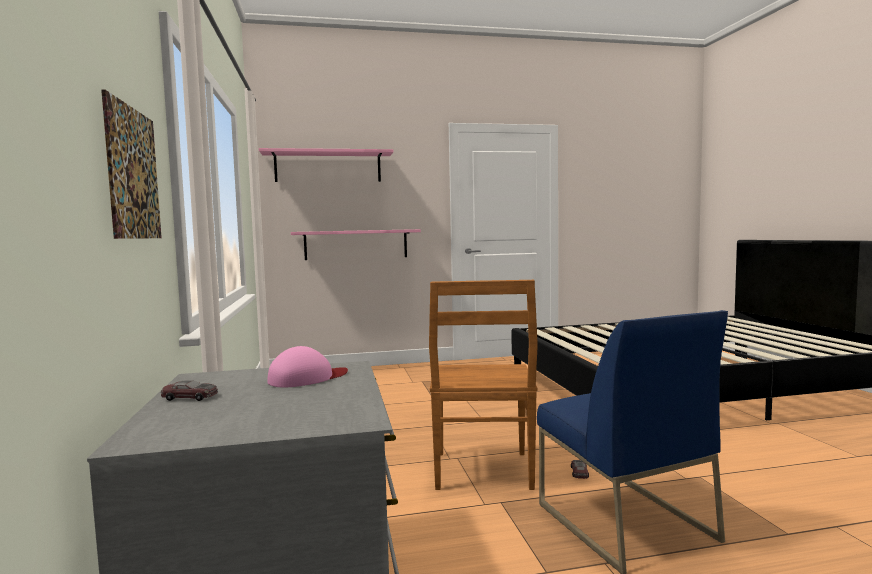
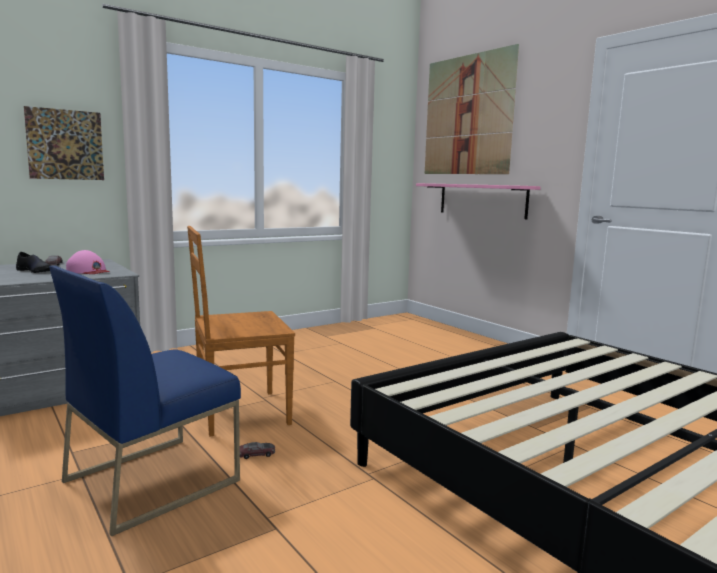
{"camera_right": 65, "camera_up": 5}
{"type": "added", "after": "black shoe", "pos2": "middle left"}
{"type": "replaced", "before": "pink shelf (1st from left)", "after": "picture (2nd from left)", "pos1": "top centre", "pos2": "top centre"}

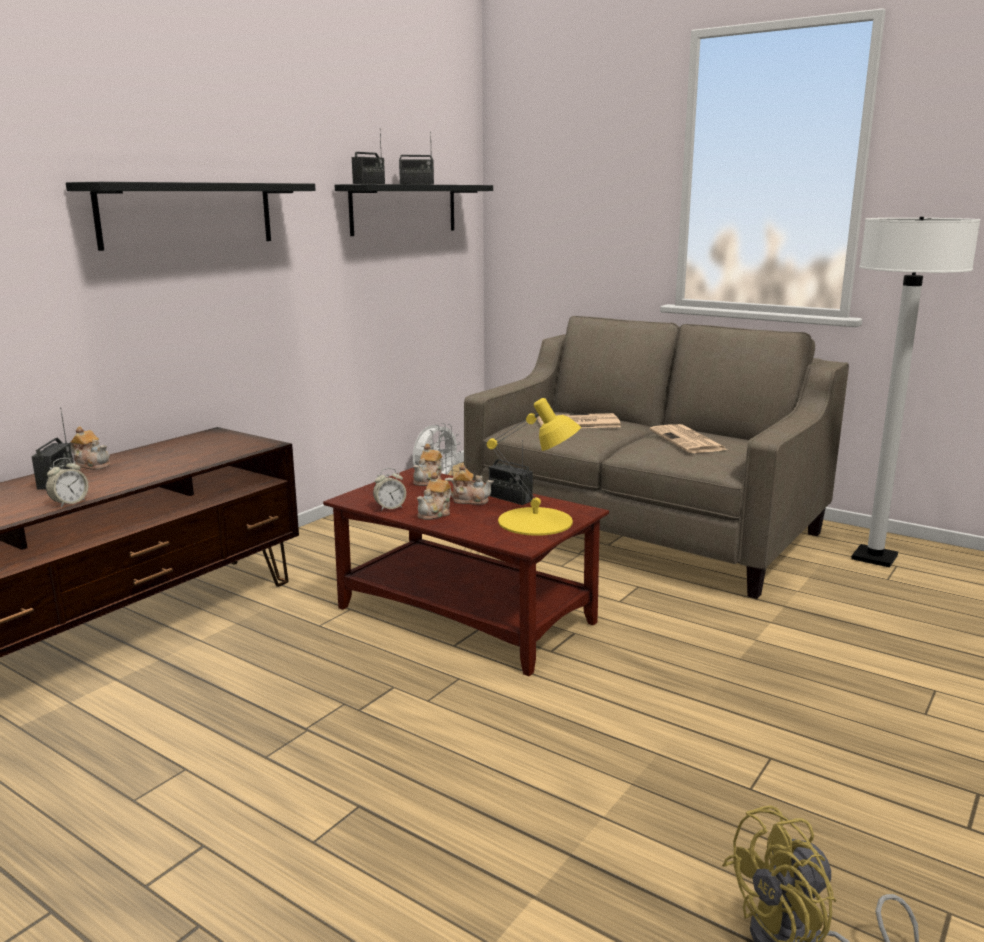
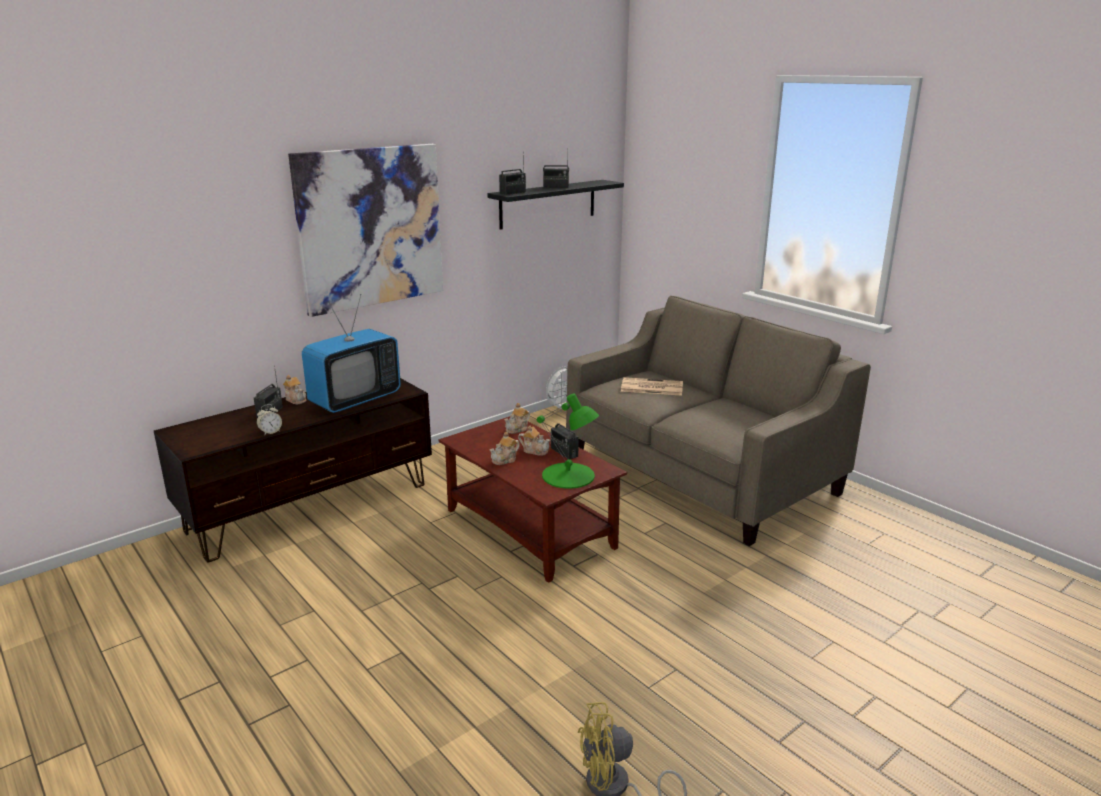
{"camera_right": 15, "camera_up": 5}
{"type": "replaced", "before": "black shelf (1st from left)", "after": "picture", "pos1": "top left", "pos2": "top left"}
{"type": "added", "after": "television", "pos2": "middle left"}
{"type": "recoloured", "before": "yellow table lamp", "after": "green table lamp", "pos1": "centre", "pos2": "centre"}
{"type": "removed", "before": "alarm clock (2nd from left)", "pos1": "centre"}
{"type": "removed", "before": "newspaper (2nd from left)", "pos1": "middle right"}
{"type": "removed", "before": "white floor lamp", "pos1": "middle right"}

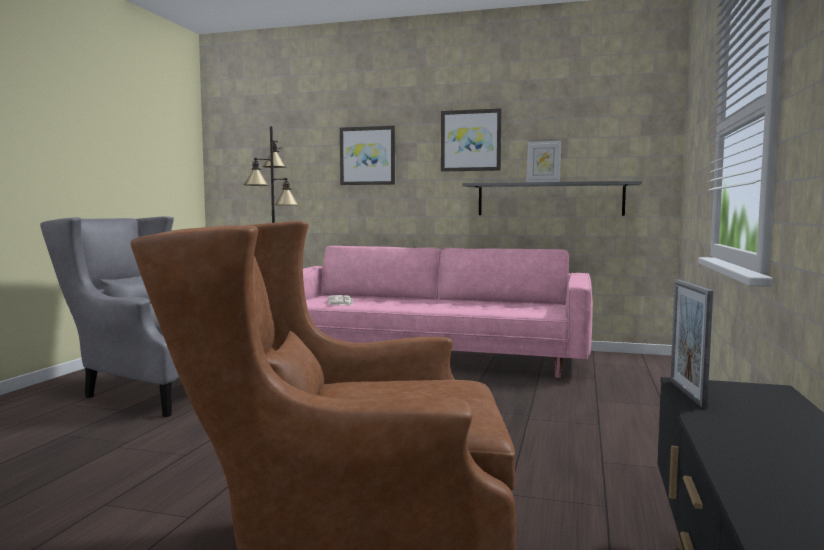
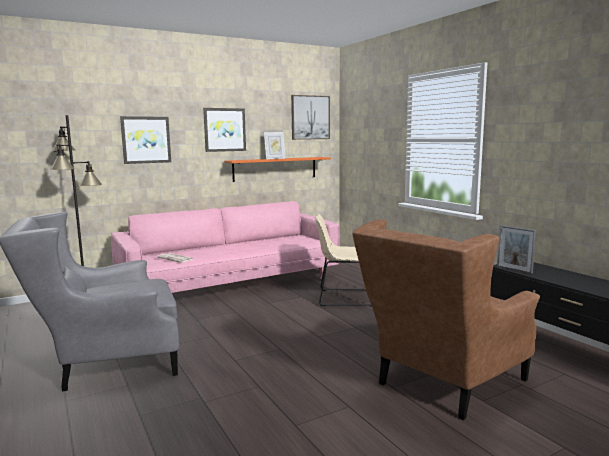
{"camera_right": -45, "camera_up": 5}
{"type": "recoloured", "before": "grey shelf", "after": "orange shelf", "pos1": "middle right", "pos2": "centre"}
{"type": "added", "after": "picture (3rd from left)", "pos2": "top centre"}
{"type": "added", "after": "beige chair", "pos2": "centre"}

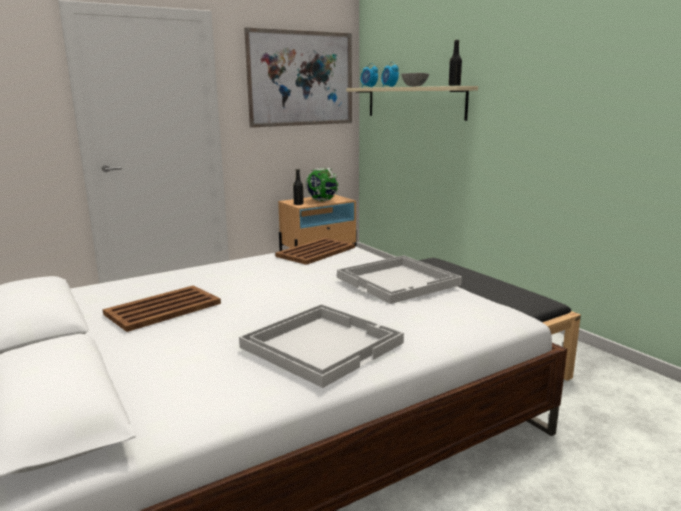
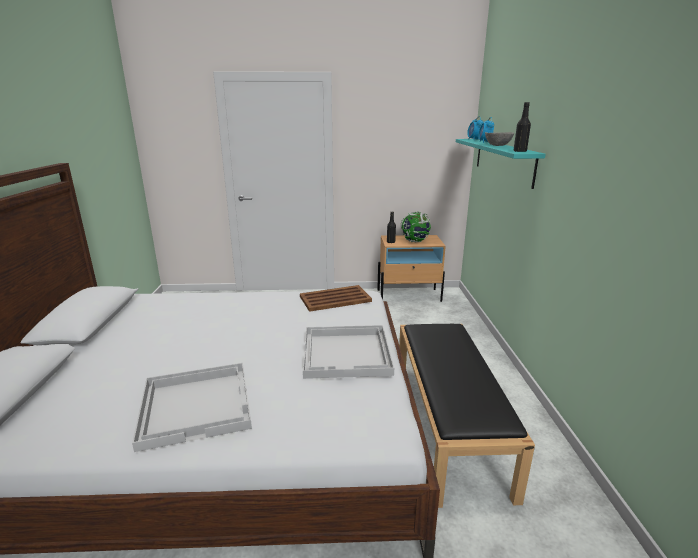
{"camera_right": 30, "camera_up": 5}
{"type": "recoloured", "before": "beige shelf", "after": "turquoise shelf", "pos1": "top centre", "pos2": "top right"}
{"type": "removed", "before": "brown tray (1st from left)", "pos1": "middle left"}
{"type": "removed", "before": "picture", "pos1": "top centre"}

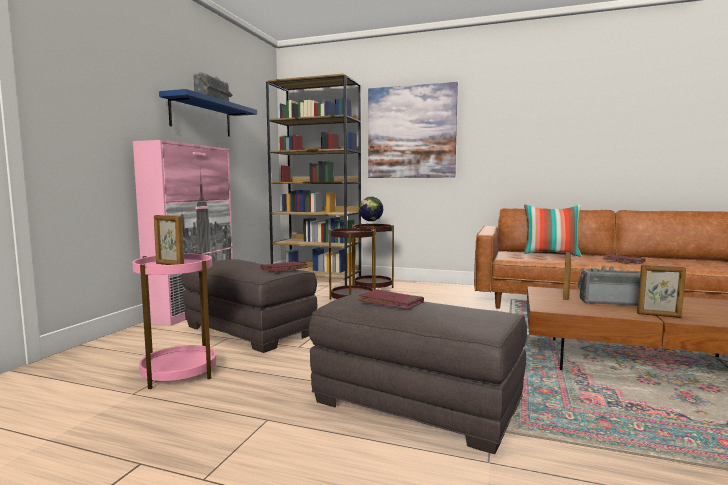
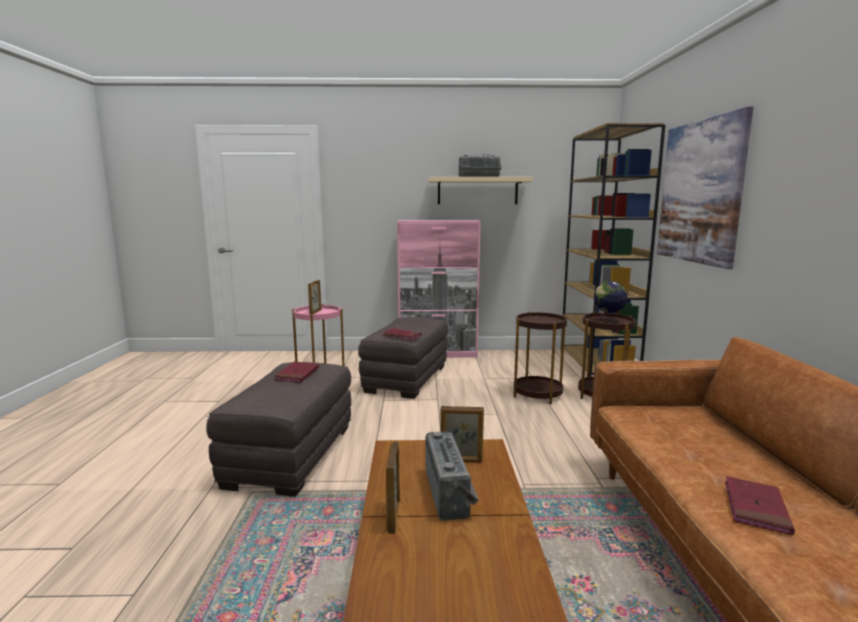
{"camera_right": 70, "camera_up": 5}
{"type": "recoloured", "before": "blue shelf", "after": "beige shelf", "pos1": "top left", "pos2": "top centre"}
{"type": "removed", "before": "pillow", "pos1": "middle right"}

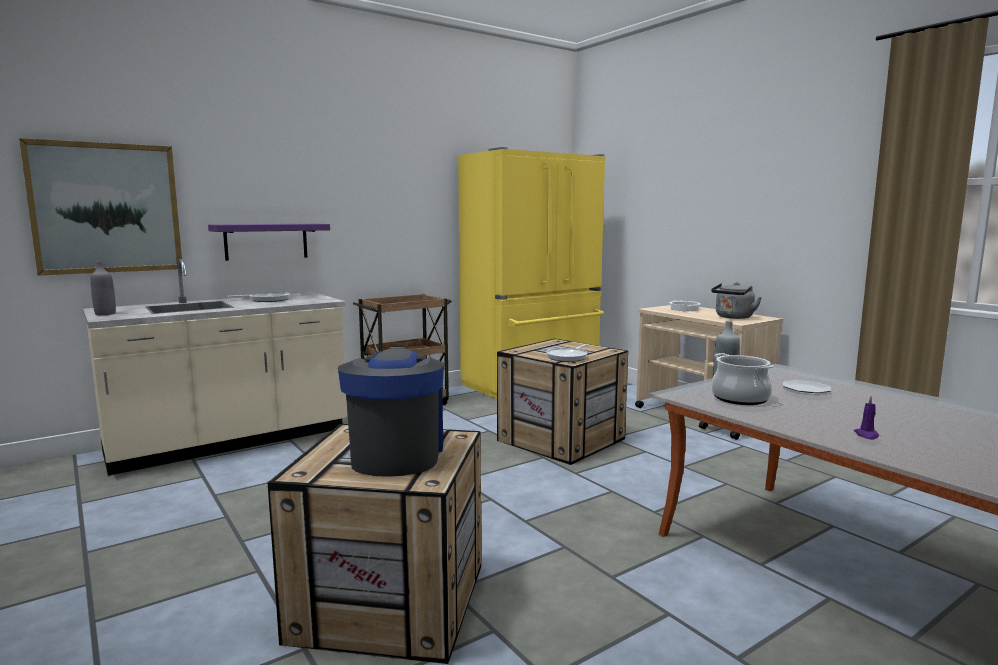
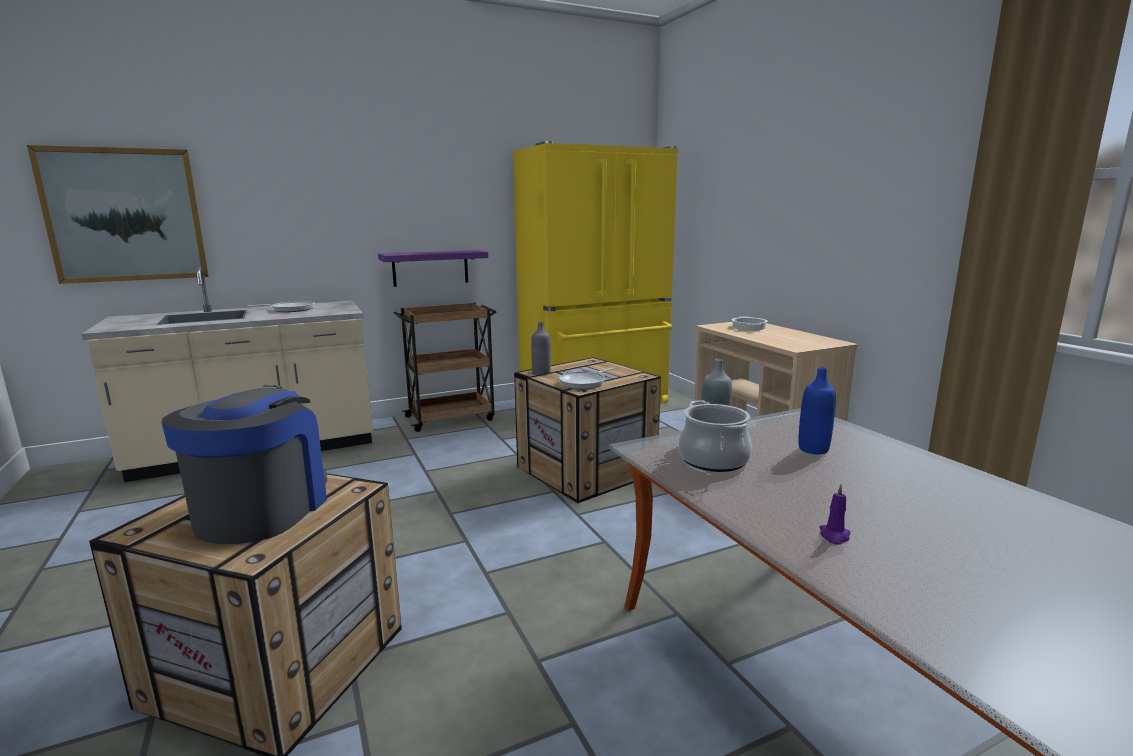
{"camera_right": 10, "camera_up": 5}
{"type": "moved", "before": "purple shelf", "pos1": "middle left", "pos2": "centre"}
{"type": "moved", "before": "grey bottle (1st from left)", "pos1": "middle left", "pos2": "centre"}
{"type": "replaced", "before": "plate", "after": "blue bottle", "pos1": "middle right", "pos2": "middle right"}
{"type": "removed", "before": "grey kettle", "pos1": "middle right"}

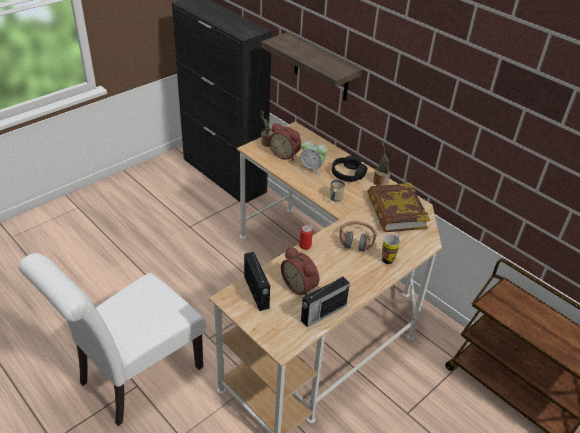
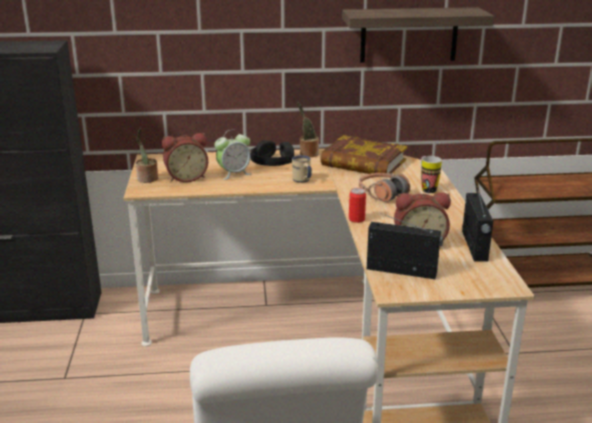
{"camera_right": -50, "camera_up": -15}
{"type": "moved", "before": "shelf", "pos1": "top centre", "pos2": "top right"}

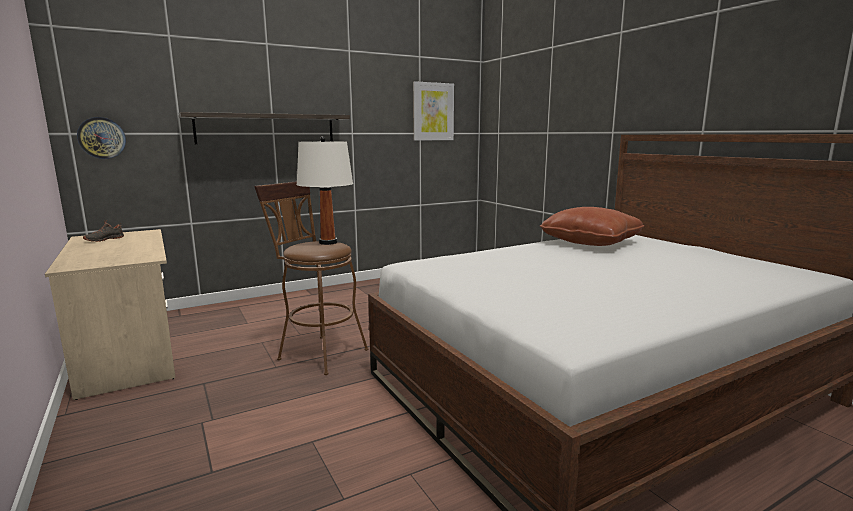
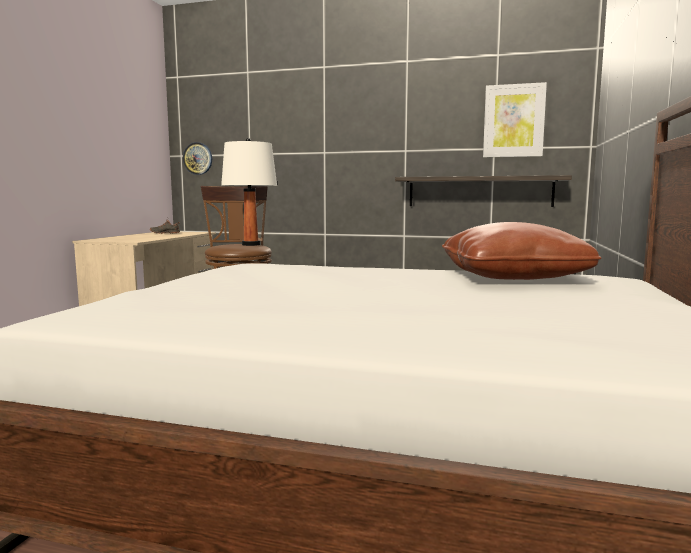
{"camera_right": 45, "camera_up": -5}
{"type": "moved", "before": "shelf", "pos1": "top left", "pos2": "middle right"}

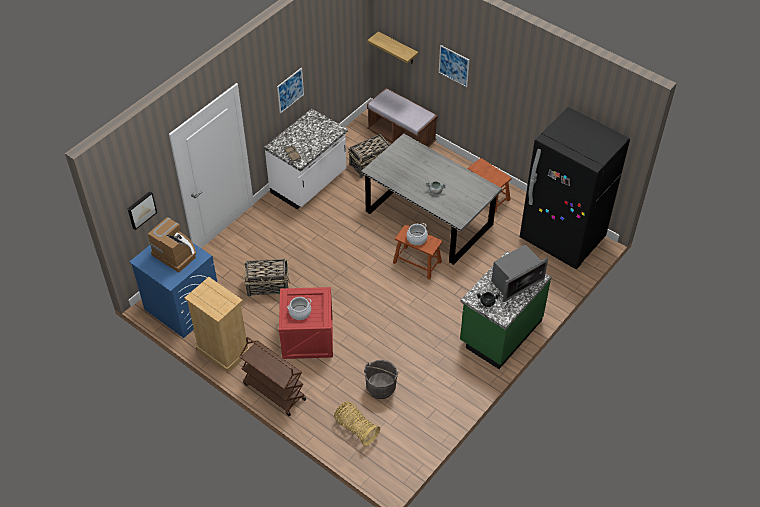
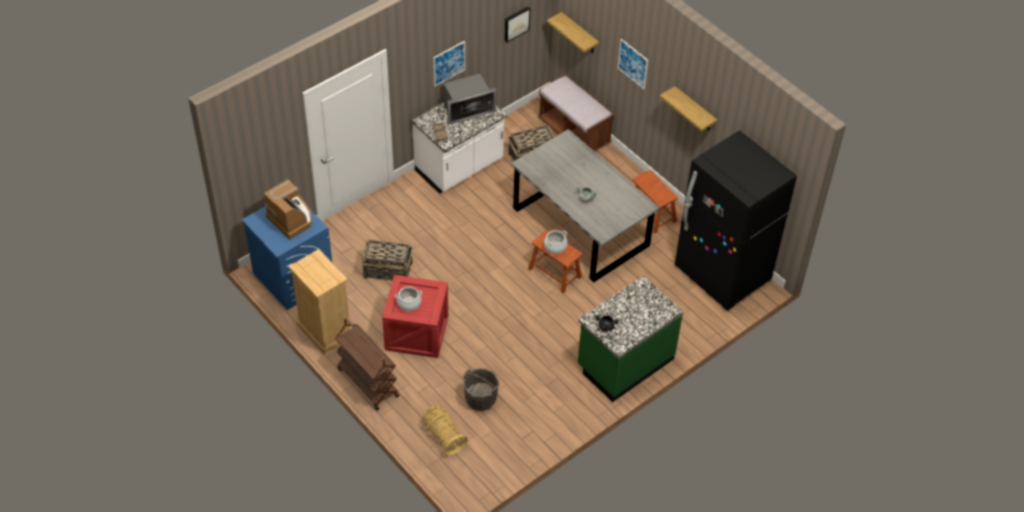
{"camera_right": 10, "camera_up": 0}
{"type": "moved", "before": "microwave", "pos1": "middle right", "pos2": "top centre"}
{"type": "moved", "before": "picture (1st from left in the first image)", "after": "picture (2nd from left)", "pos1": "middle left", "pos2": "top centre"}
{"type": "added", "after": "shelf (2nd from left)", "pos2": "top right"}

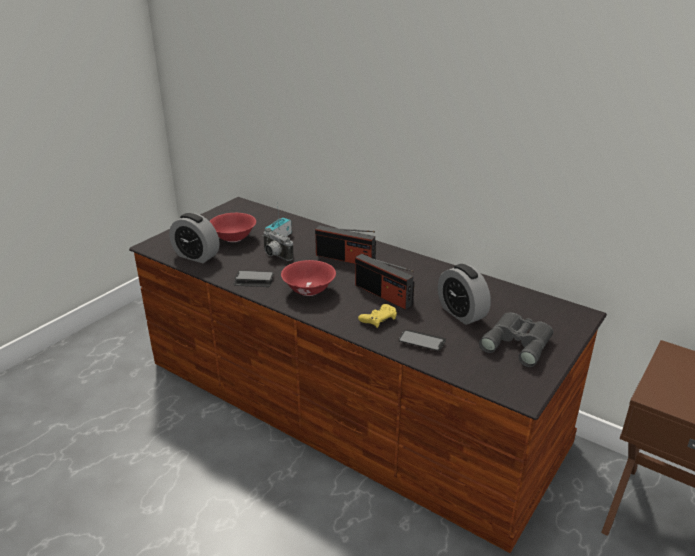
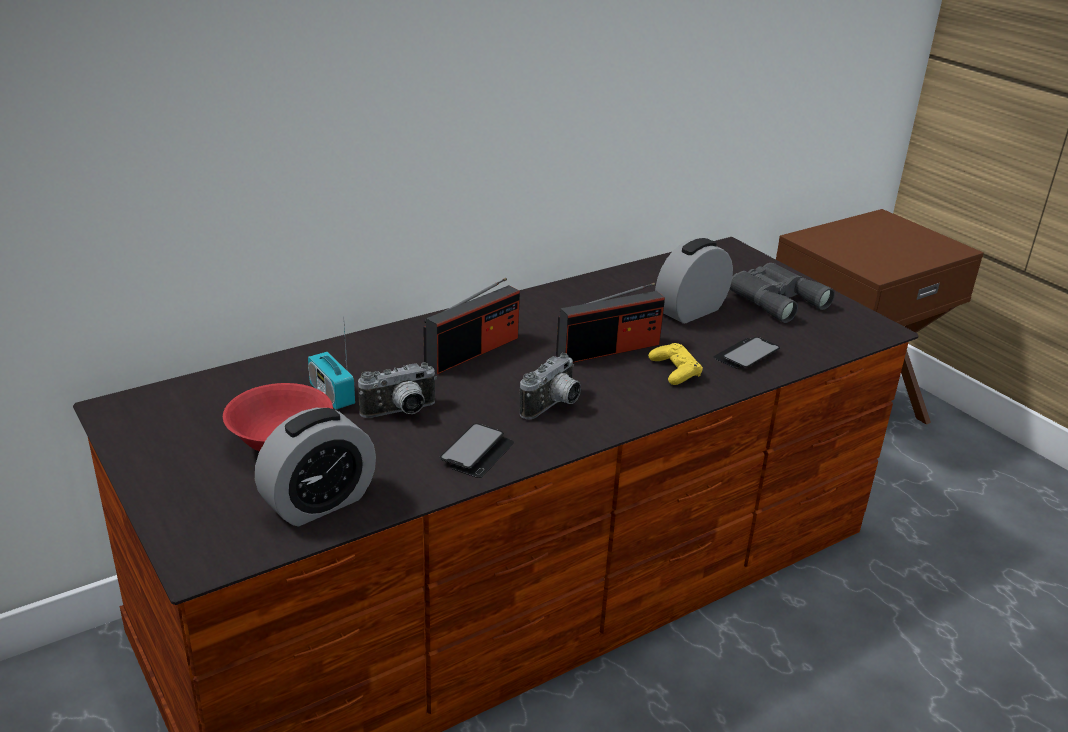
{"camera_right": -70, "camera_up": 0}
{"type": "replaced", "before": "red bowl (2nd from left)", "after": "photo camera (2nd from left)", "pos1": "centre", "pos2": "centre"}
{"type": "turned", "before": "alarm clock (2nd from left)", "pos1": "middle right", "pos2": "centre", "turn": 150}

